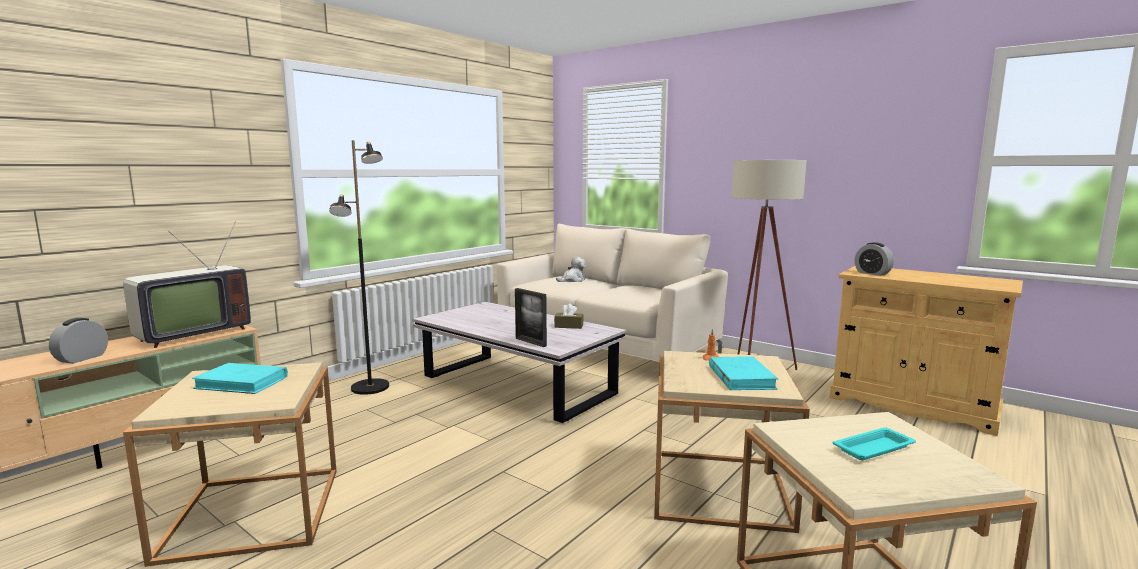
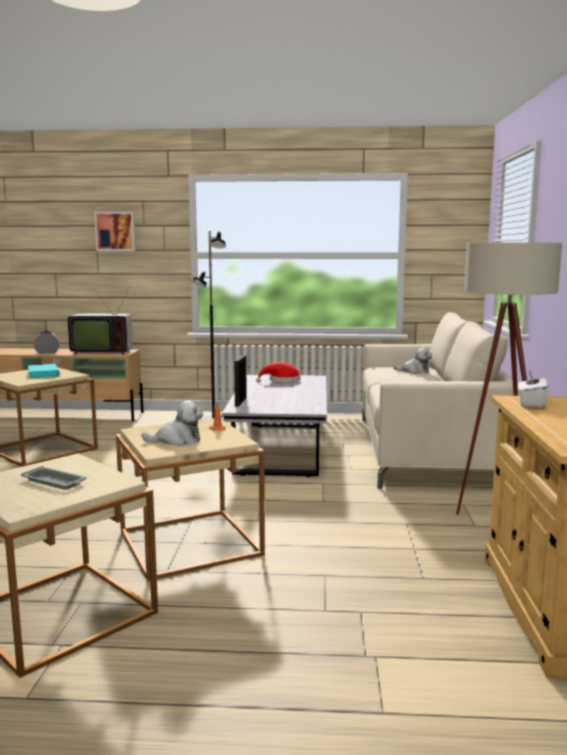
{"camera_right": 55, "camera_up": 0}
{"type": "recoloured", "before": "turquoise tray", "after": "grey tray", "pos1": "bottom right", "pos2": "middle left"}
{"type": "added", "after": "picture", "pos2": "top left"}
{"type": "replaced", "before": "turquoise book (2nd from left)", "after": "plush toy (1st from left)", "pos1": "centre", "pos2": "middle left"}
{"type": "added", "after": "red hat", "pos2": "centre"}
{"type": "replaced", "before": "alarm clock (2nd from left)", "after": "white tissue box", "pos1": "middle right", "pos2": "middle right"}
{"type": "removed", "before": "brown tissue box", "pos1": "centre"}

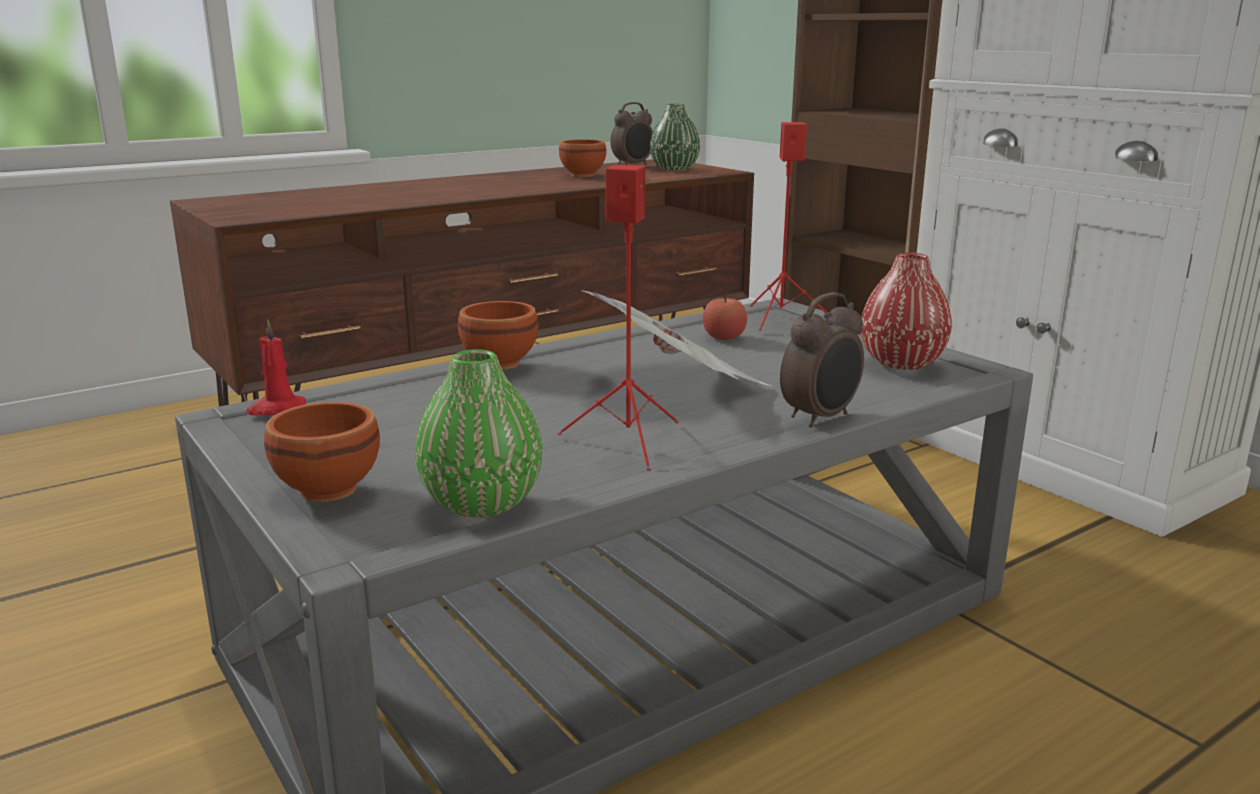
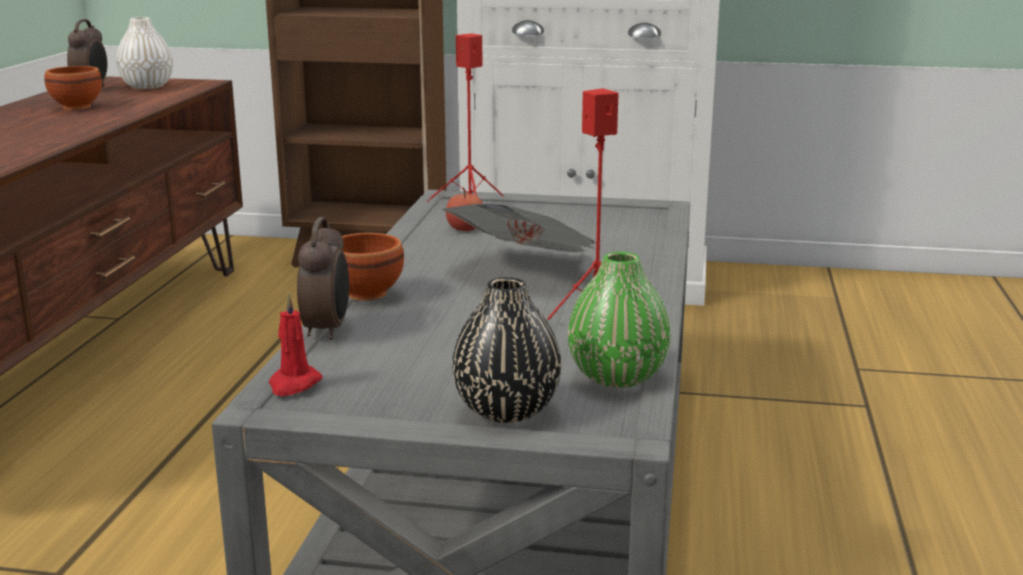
{"camera_right": -45, "camera_up": 0}
{"type": "recoloured", "before": "green vase (2nd from left)", "after": "white vase", "pos1": "top centre", "pos2": "top left"}
{"type": "moved", "before": "alarm clock (2nd from left)", "pos1": "centre", "pos2": "middle left"}
{"type": "replaced", "before": "brown bowl (1st from left)", "after": "black vase", "pos1": "middle left", "pos2": "centre"}
{"type": "removed", "before": "red vase", "pos1": "middle right"}

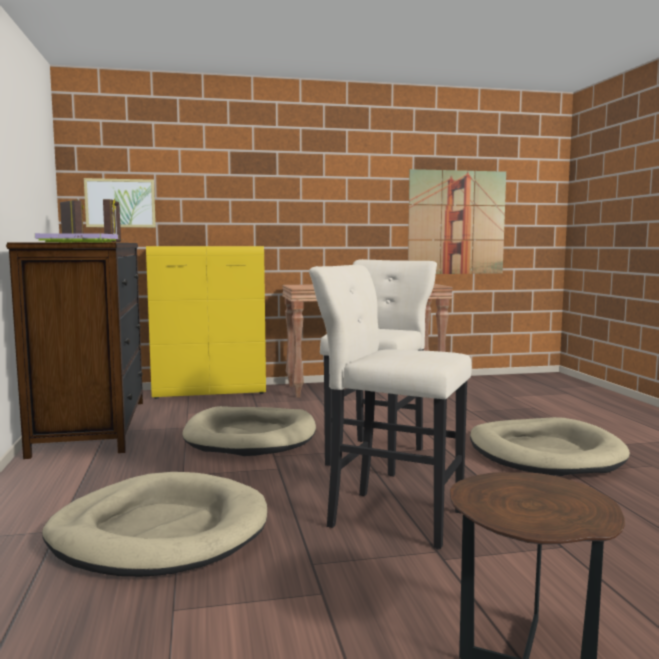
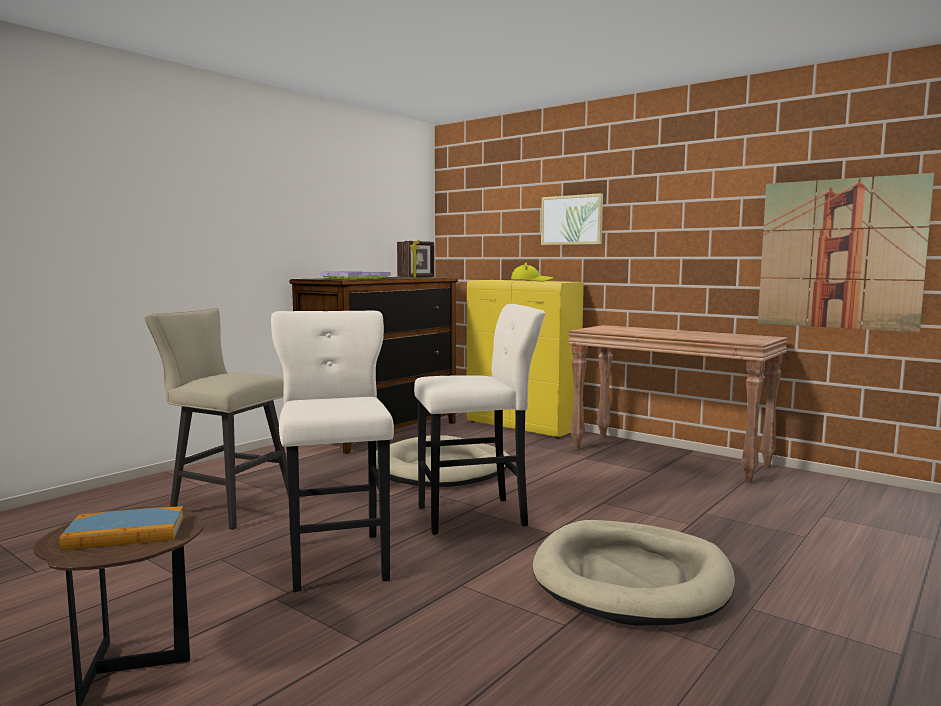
{"camera_right": 50, "camera_up": 0}
{"type": "added", "after": "book", "pos2": "bottom left"}
{"type": "replaced", "before": "beige dog bed (1st from left)", "after": "beige stool (1st from left)", "pos1": "bottom left", "pos2": "middle left"}
{"type": "added", "after": "yellow hat", "pos2": "centre"}
{"type": "moved", "before": "picture (1st from left)", "pos1": "top left", "pos2": "top centre"}

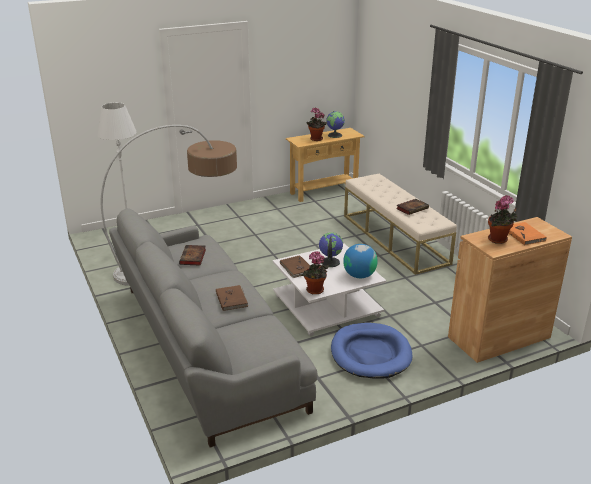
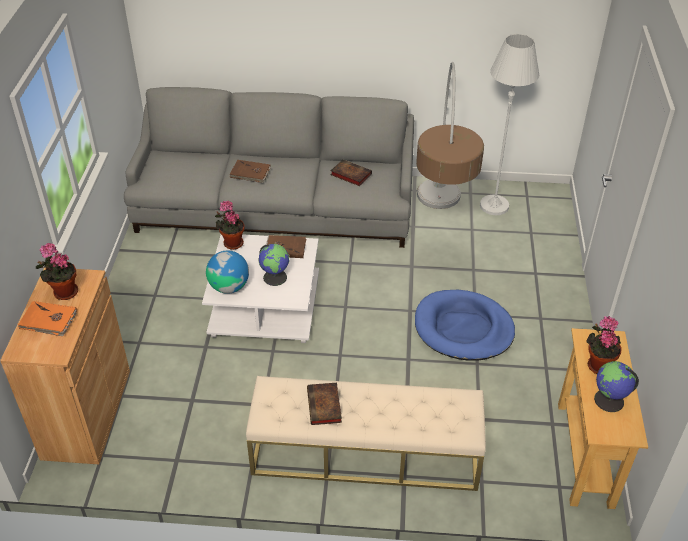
{"camera_right": 120, "camera_up": 15}
{"type": "moved", "before": "blue dog bed", "pos1": "bottom centre", "pos2": "middle right"}

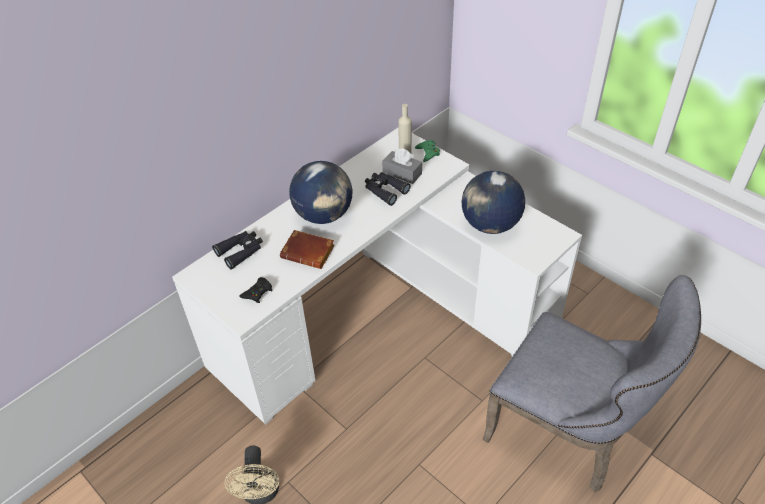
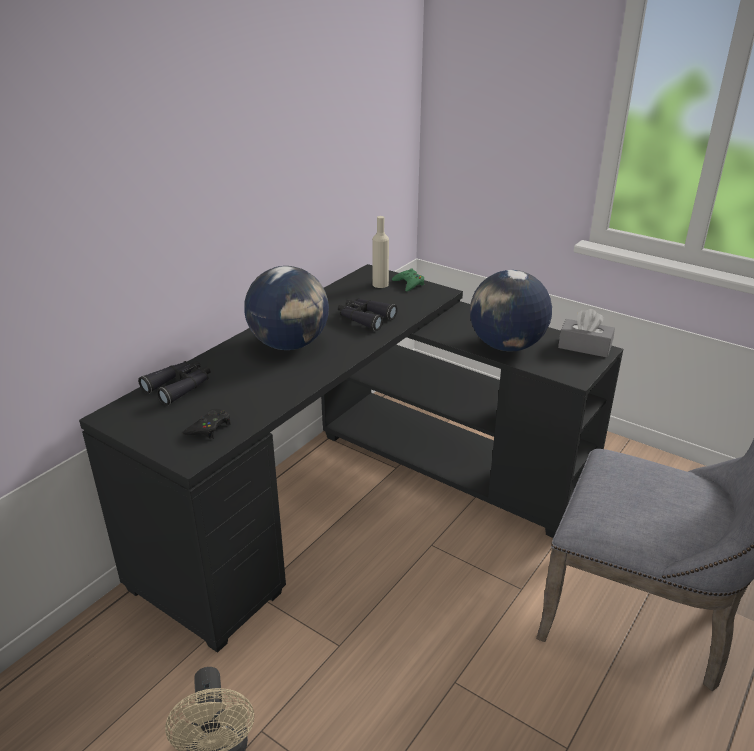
{"camera_right": -10, "camera_up": -15}
{"type": "recoloured", "before": "white desk", "after": "black desk", "pos1": "centre", "pos2": "centre"}
{"type": "moved", "before": "grey tissue box", "pos1": "top centre", "pos2": "middle right"}
{"type": "removed", "before": "brown book", "pos1": "centre"}

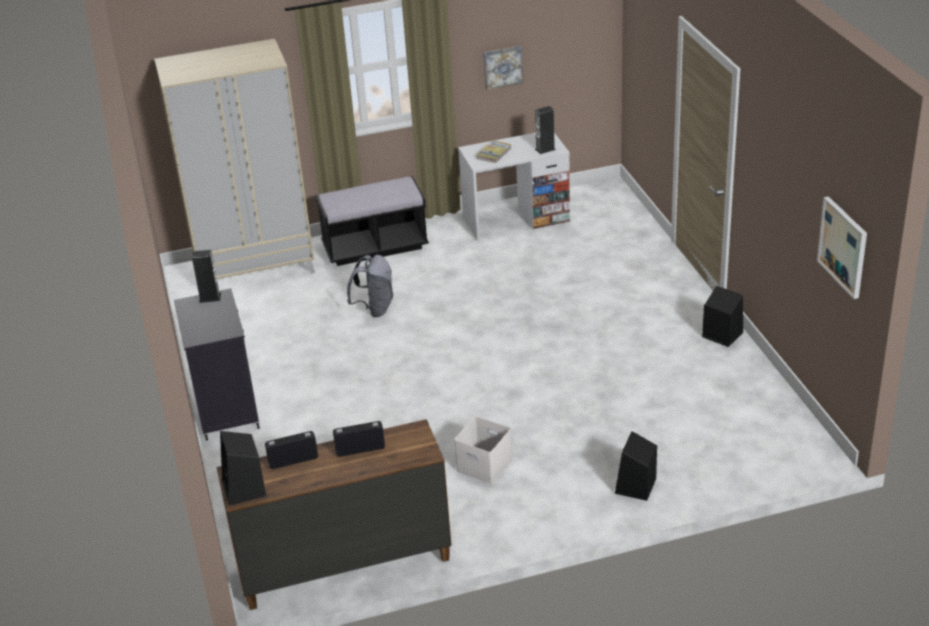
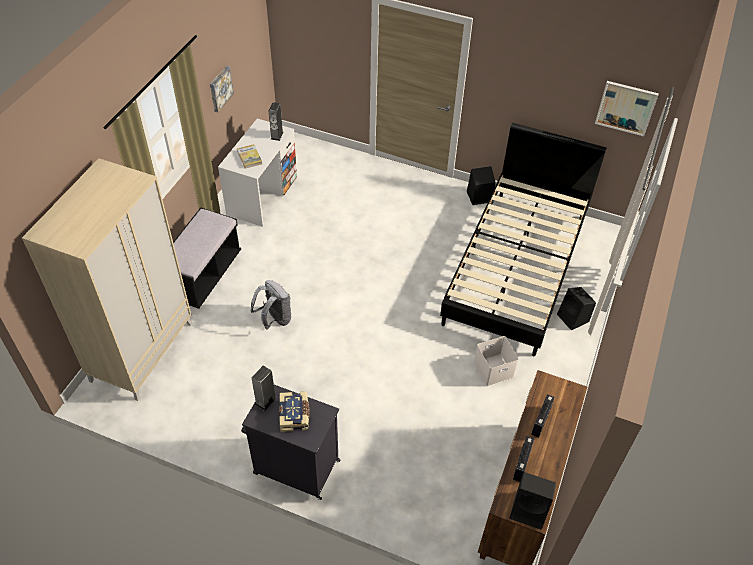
{"camera_right": -55, "camera_up": 15}
{"type": "added", "after": "book (2nd from left)", "pos2": "bottom centre"}
{"type": "added", "after": "black bed", "pos2": "middle right"}

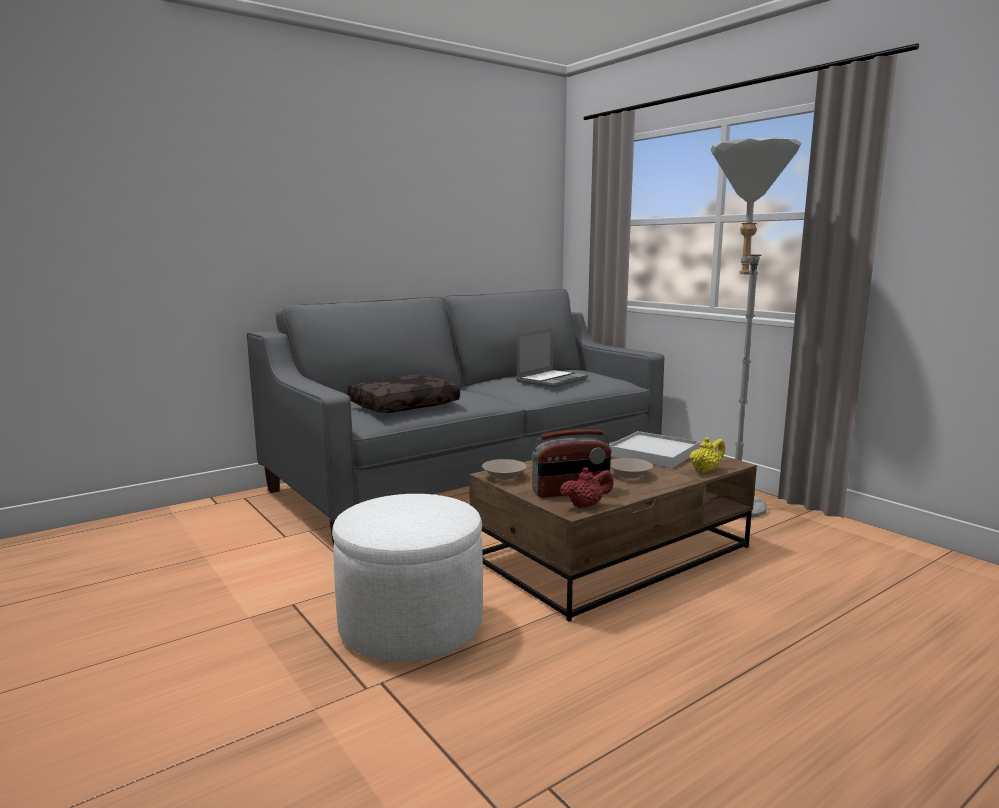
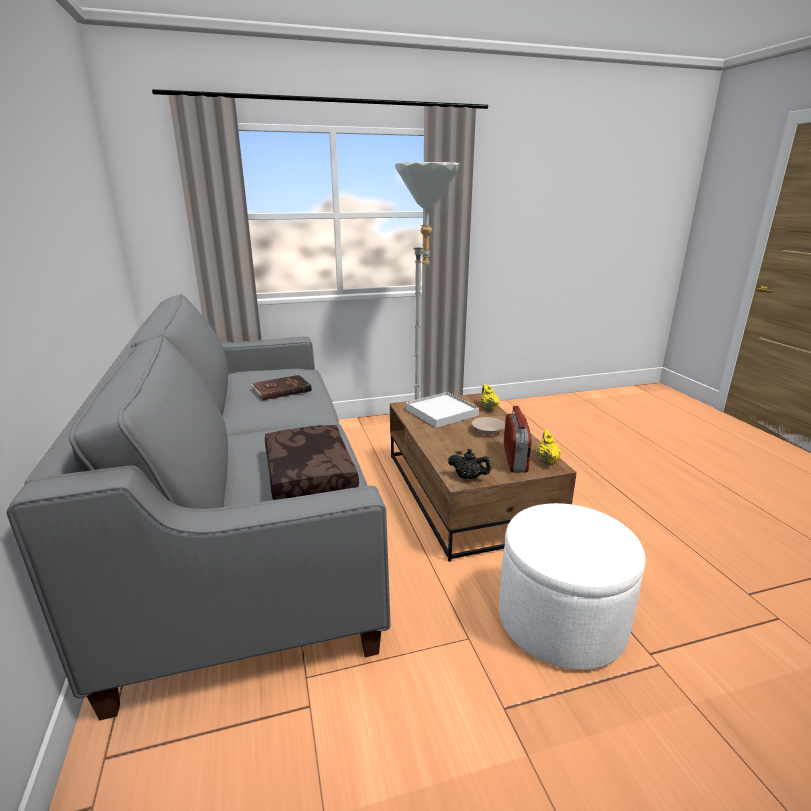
{"camera_right": -70, "camera_up": 10}
{"type": "replaced", "before": "laptop", "after": "brown book", "pos1": "centre", "pos2": "centre"}
{"type": "replaced", "before": "beige bowl (1st from left)", "after": "black teapot", "pos1": "centre", "pos2": "centre"}
{"type": "recoloured", "before": "red teapot", "after": "yellow teapot (2nd from left)", "pos1": "centre", "pos2": "middle right"}

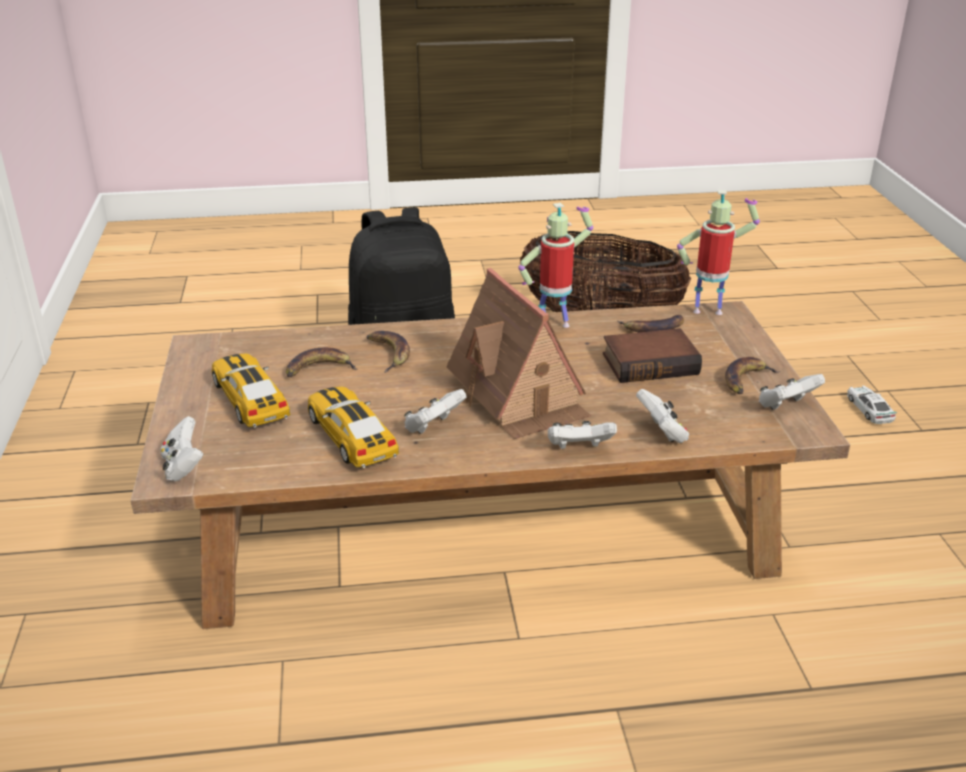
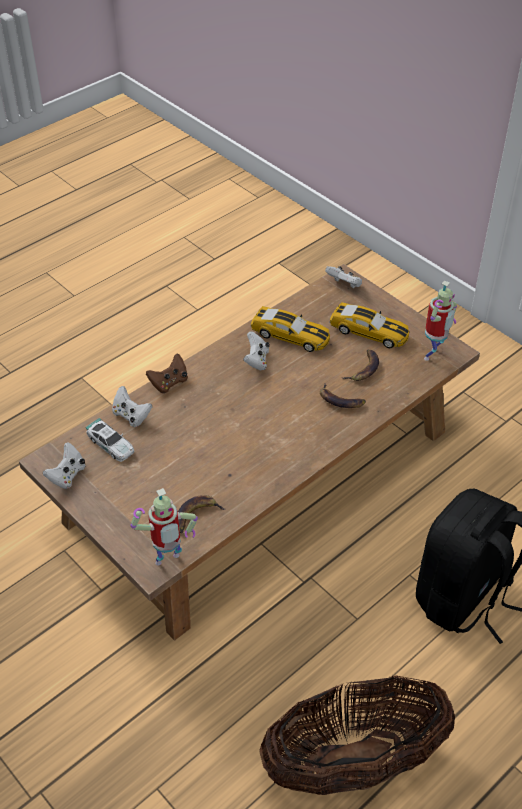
{"camera_right": 145, "camera_up": 15}
{"type": "moved", "before": "toy car (3rd from left in the first image)", "after": "toy car (1st from left)", "pos1": "middle right", "pos2": "middle left"}
{"type": "recoloured", "before": "white game controller (3rd from left)", "after": "brown game controller", "pos1": "centre", "pos2": "middle left"}
{"type": "moved", "before": "toy robot (1st from left in the first image)", "after": "toy robot (2nd from left)", "pos1": "centre", "pos2": "middle right"}
{"type": "removed", "before": "toy house", "pos1": "centre"}
{"type": "removed", "before": "book", "pos1": "middle right"}
{"type": "removed", "before": "banana (4th from left)", "pos1": "middle right"}

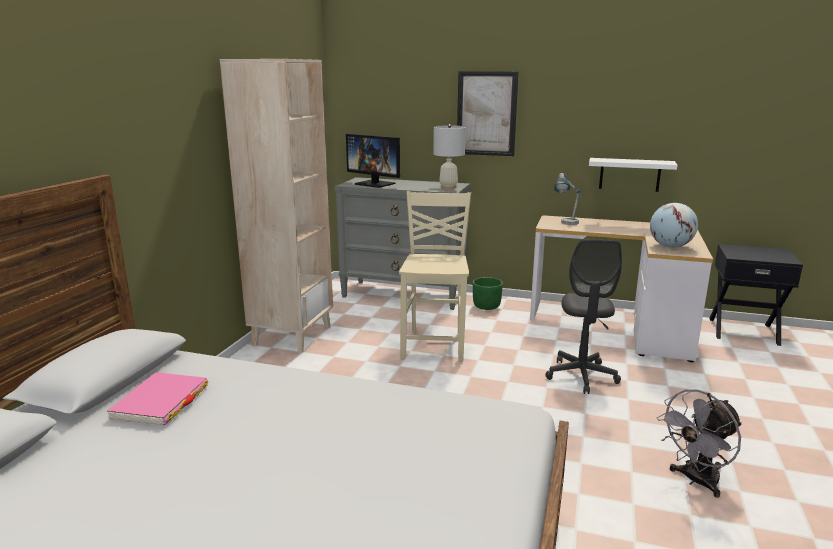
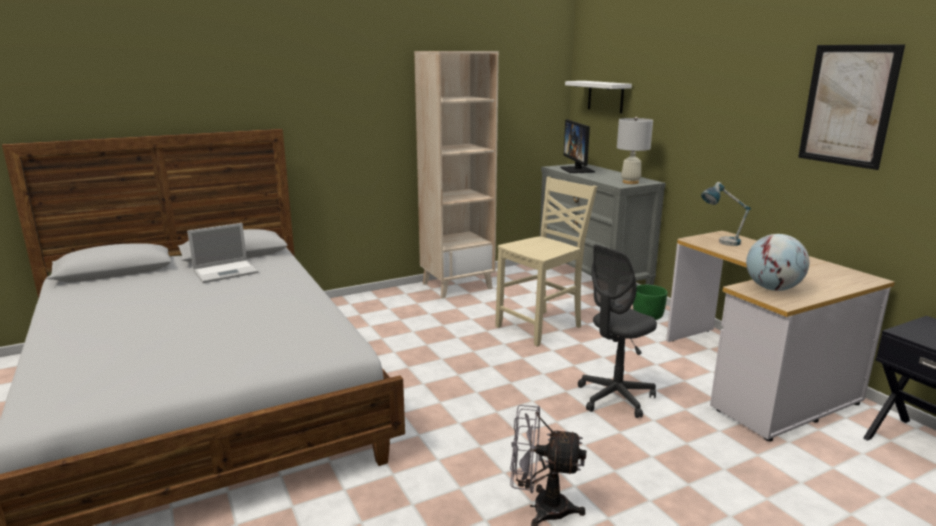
{"camera_right": 45, "camera_up": 0}
{"type": "replaced", "before": "pink book", "after": "laptop", "pos1": "bottom left", "pos2": "middle left"}
{"type": "moved", "before": "white shelf", "pos1": "top right", "pos2": "top centre"}
{"type": "moved", "before": "picture", "pos1": "top centre", "pos2": "top right"}

